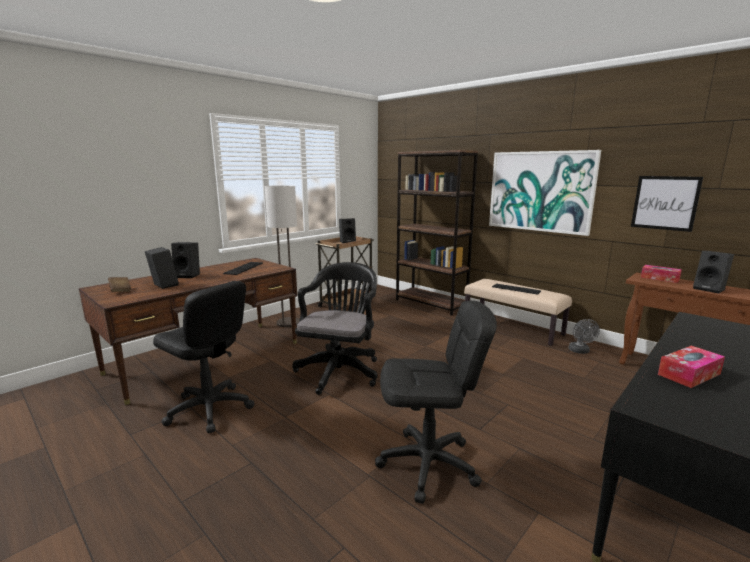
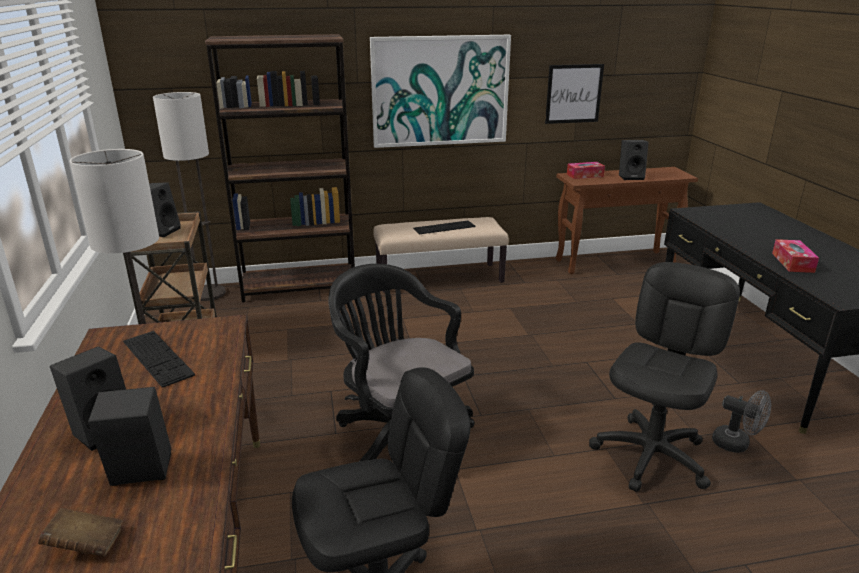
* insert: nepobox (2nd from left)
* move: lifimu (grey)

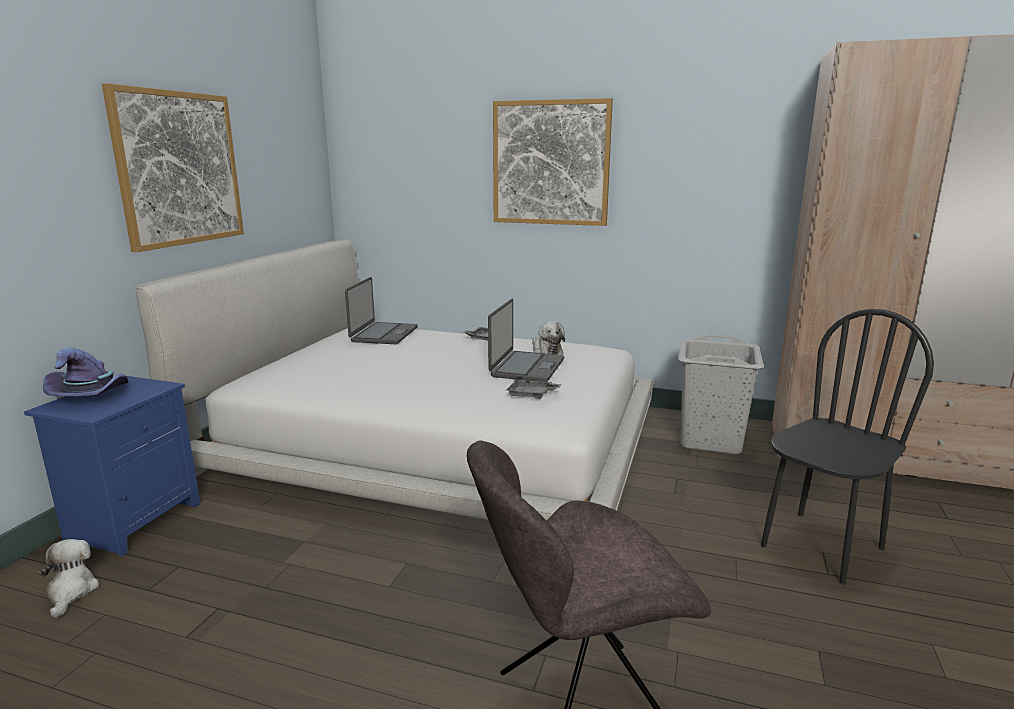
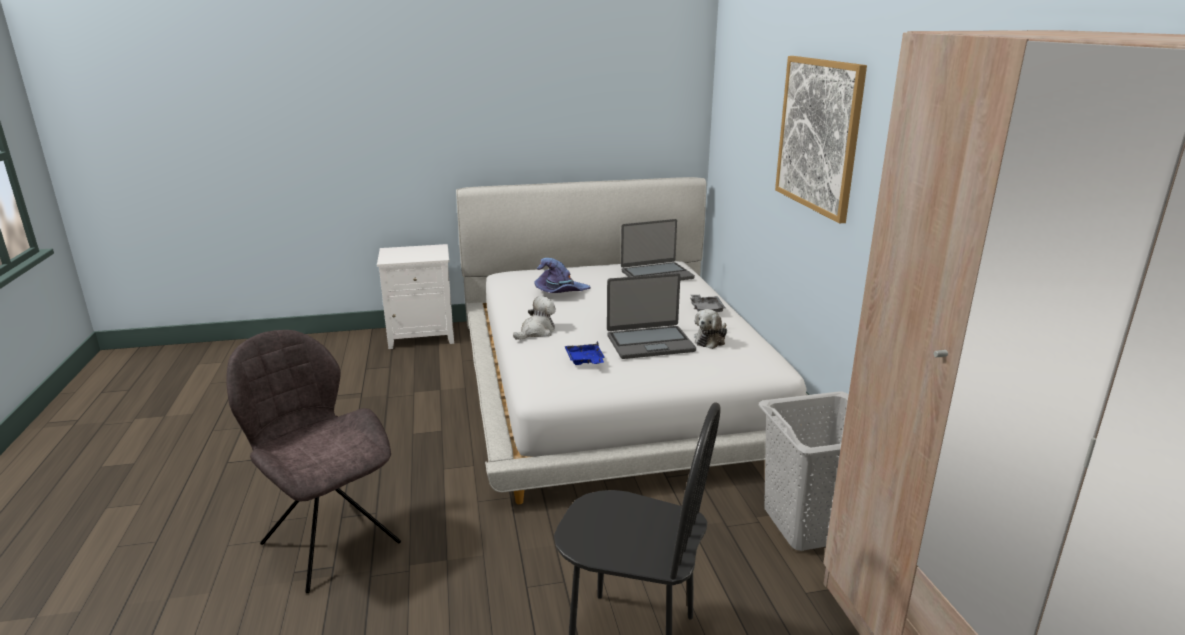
* recolor: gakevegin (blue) to gakevegin (white)
* move: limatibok (1st from left)
* move: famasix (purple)
* recolor: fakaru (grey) (2nd from left) to fakaru (blue)
* delete: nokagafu (1st from left)

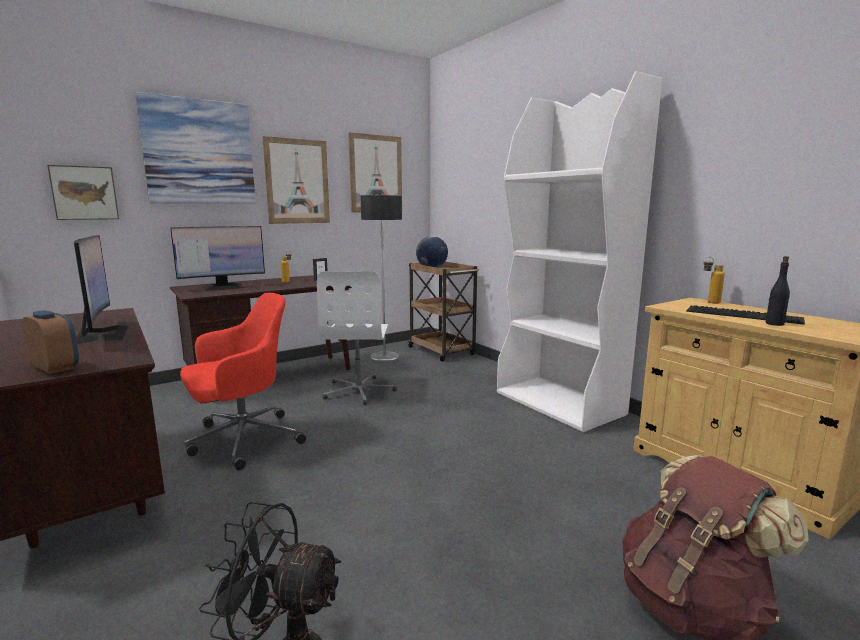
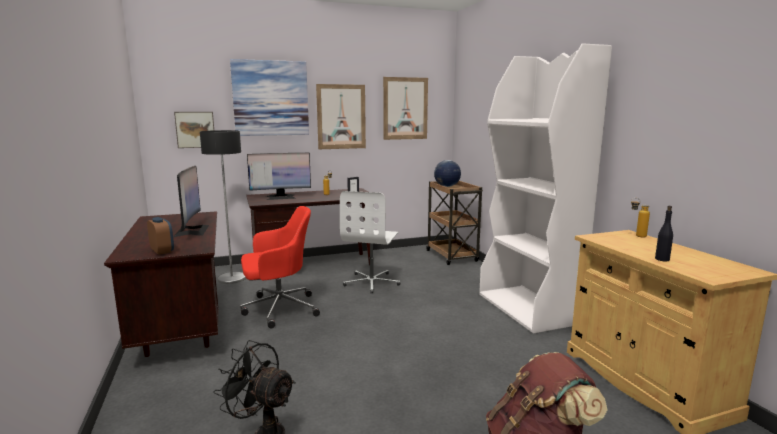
* move: nepobox
* delete: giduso

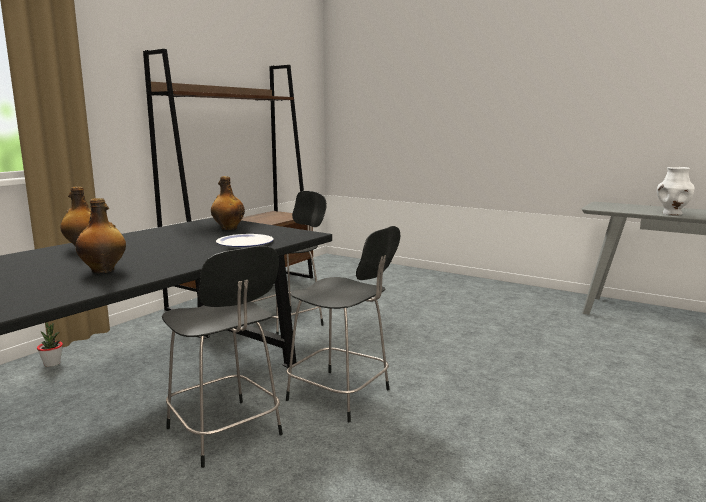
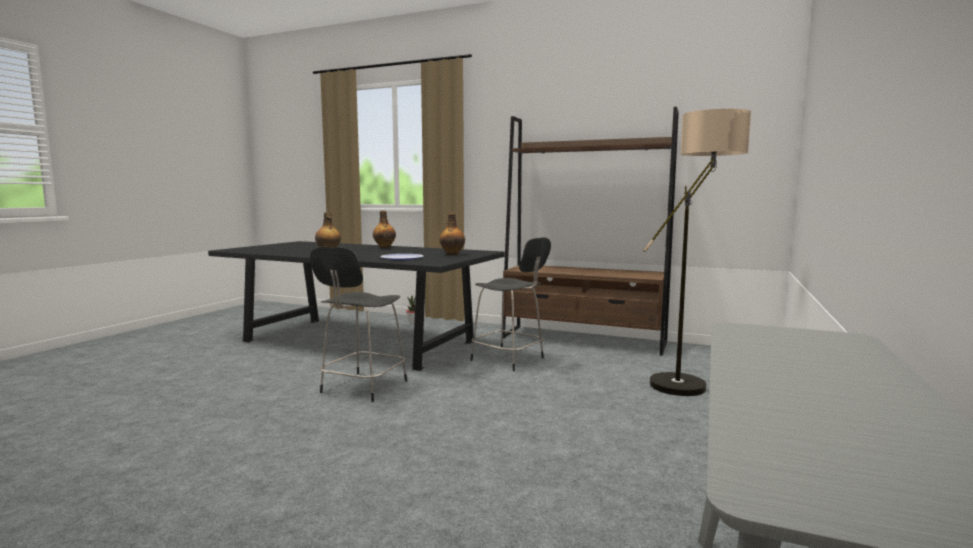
* insert: nepobox
* delete: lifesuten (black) (1st from left)
* delete: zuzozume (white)

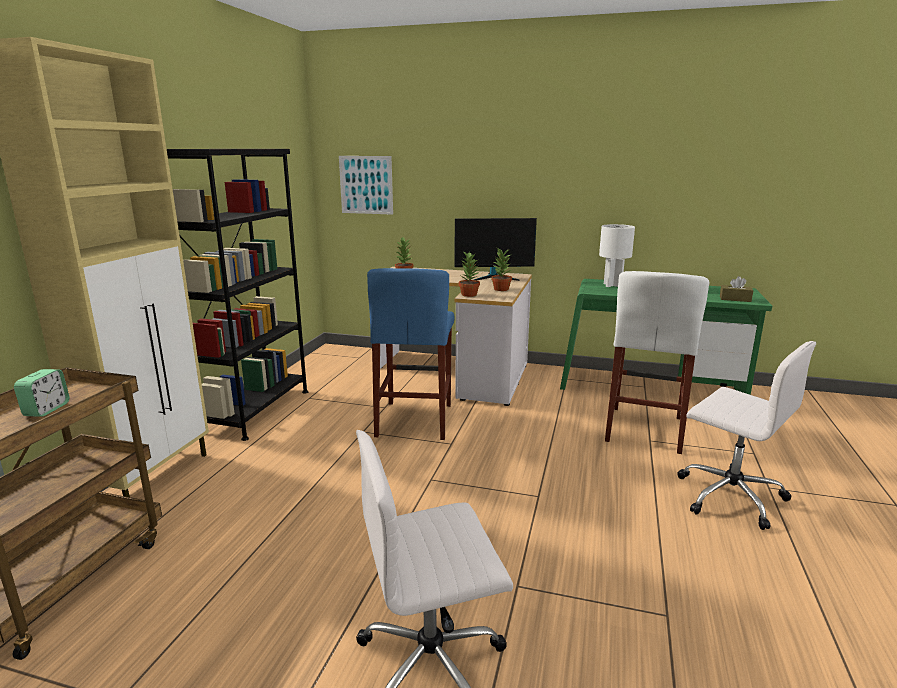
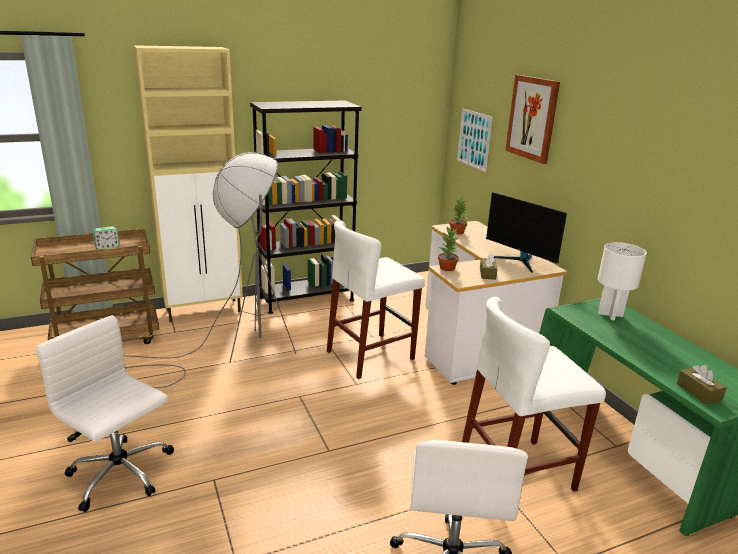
* insert: nepobox (grey)
* recolor: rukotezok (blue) to rukotezok (white) (1st from left)
* replace: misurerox (3rd from left) to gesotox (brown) (1st from left)
* insert: nokagafu (2nd from left)

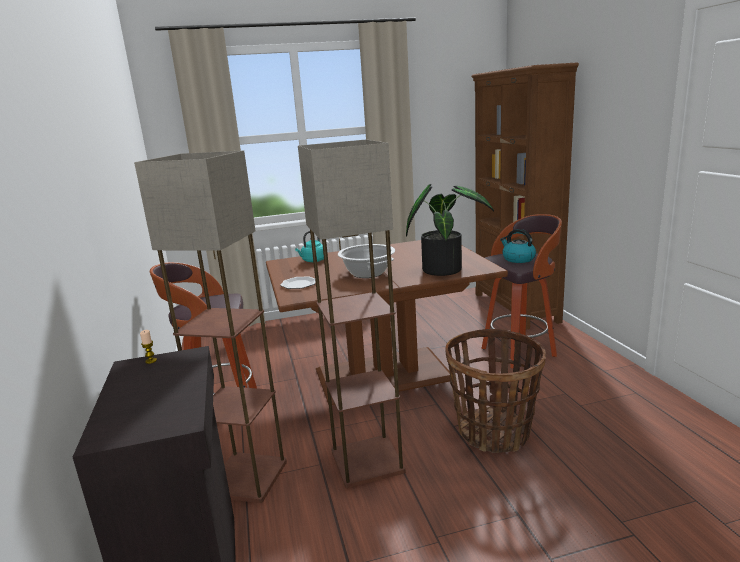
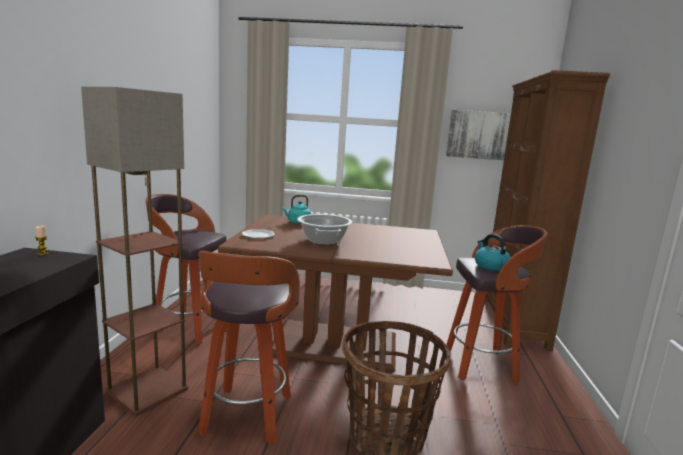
* replace: nepobox (2nd from left) to rukotezok (2nd from left)
* insert: nokagafu
* delete: misurerox

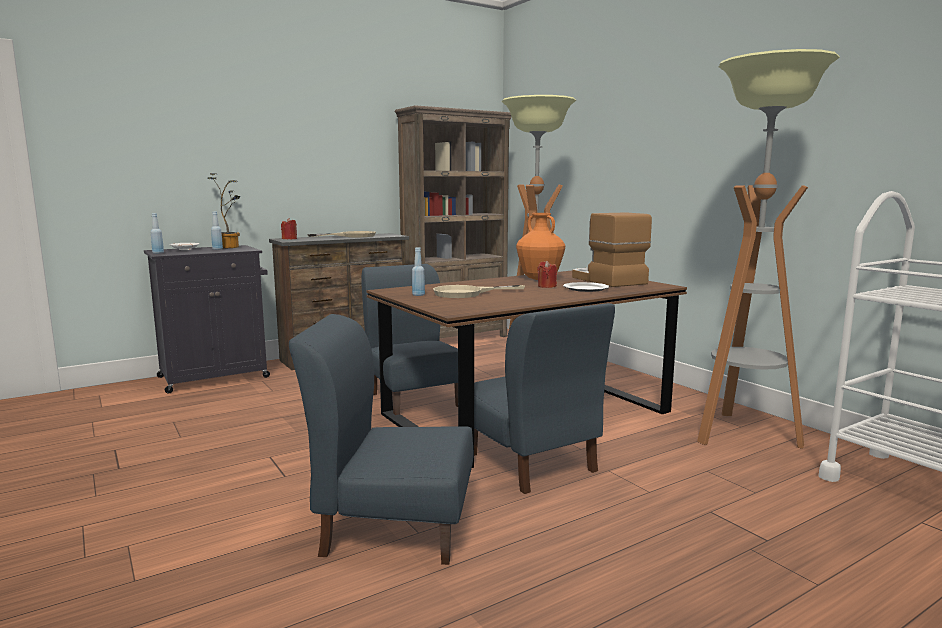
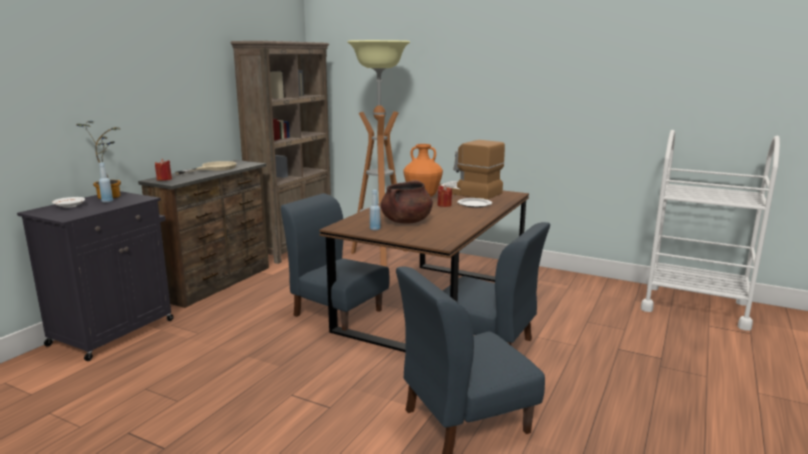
* replace: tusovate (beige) (2nd from left) to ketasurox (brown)
* delete: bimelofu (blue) (1st from left)
* delete: nepobox (2nd from left)

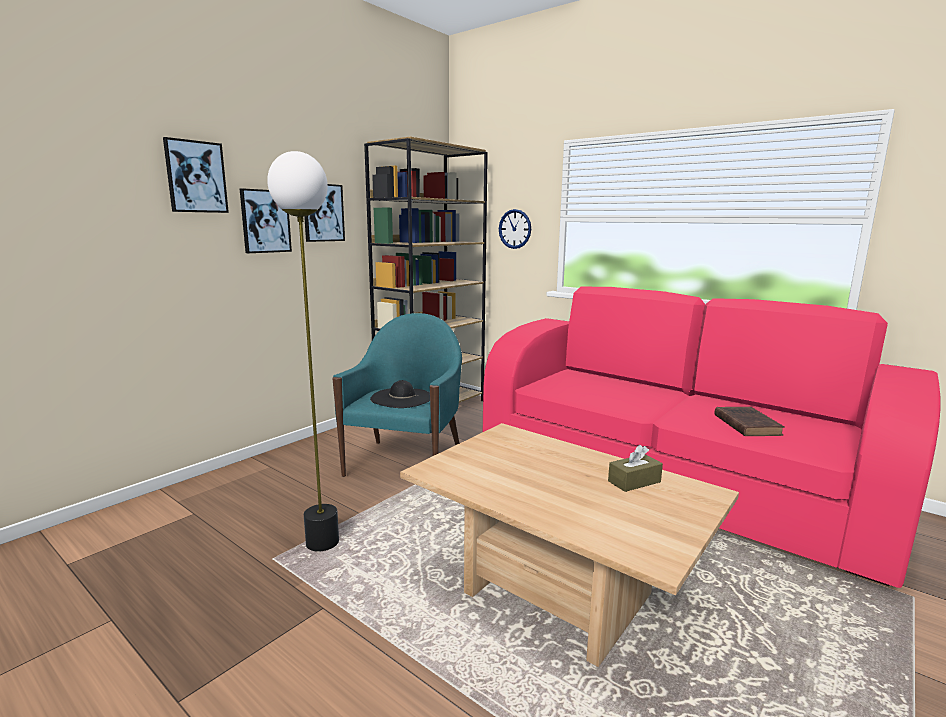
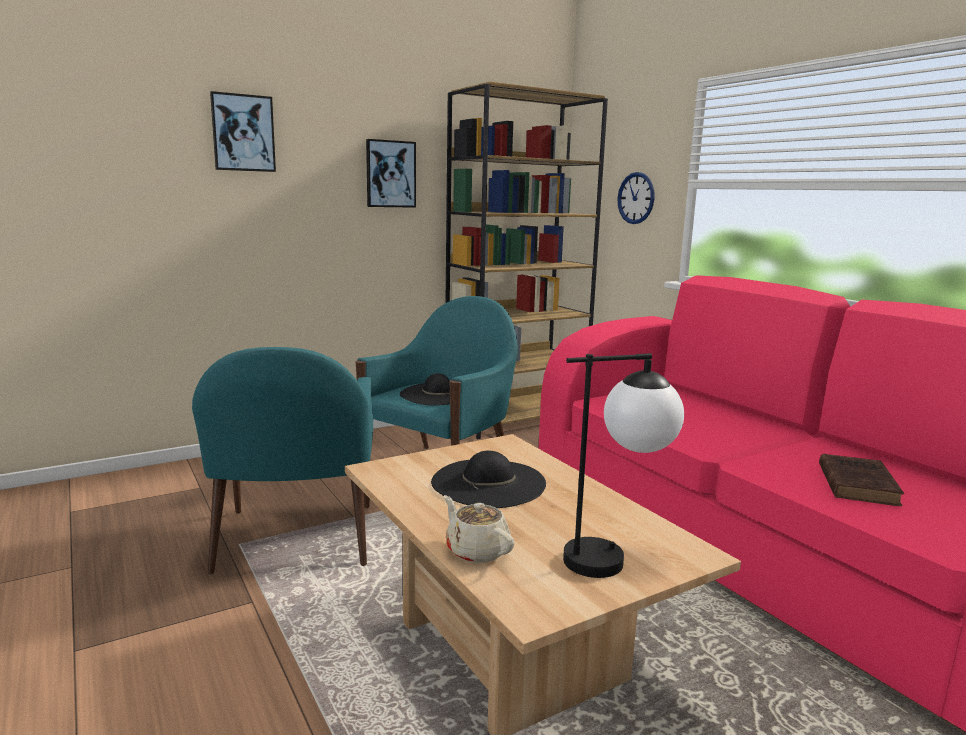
* replace: nepobox to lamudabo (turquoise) (1st from left)
* insert: famasix (black) (2nd from left)
* insert: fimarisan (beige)
* insert: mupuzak
* delete: nokagafu (2nd from left)
* delete: gesotox (brown)

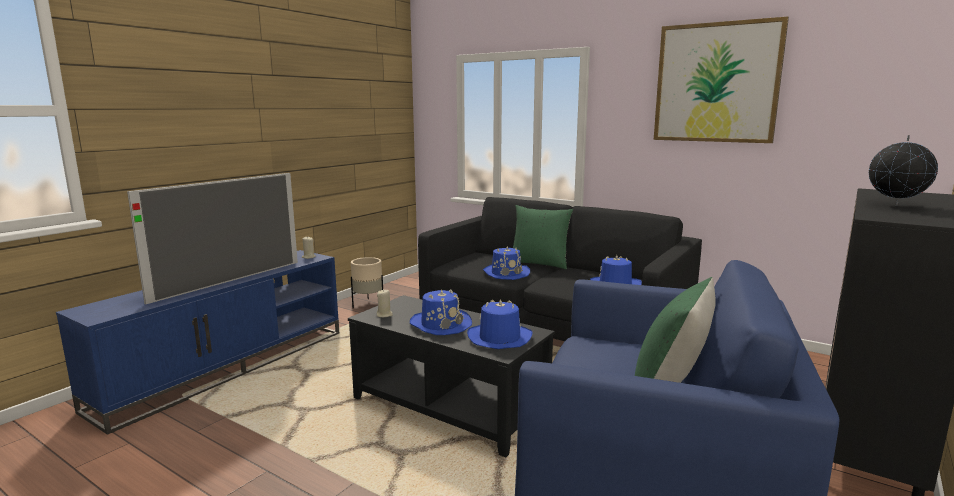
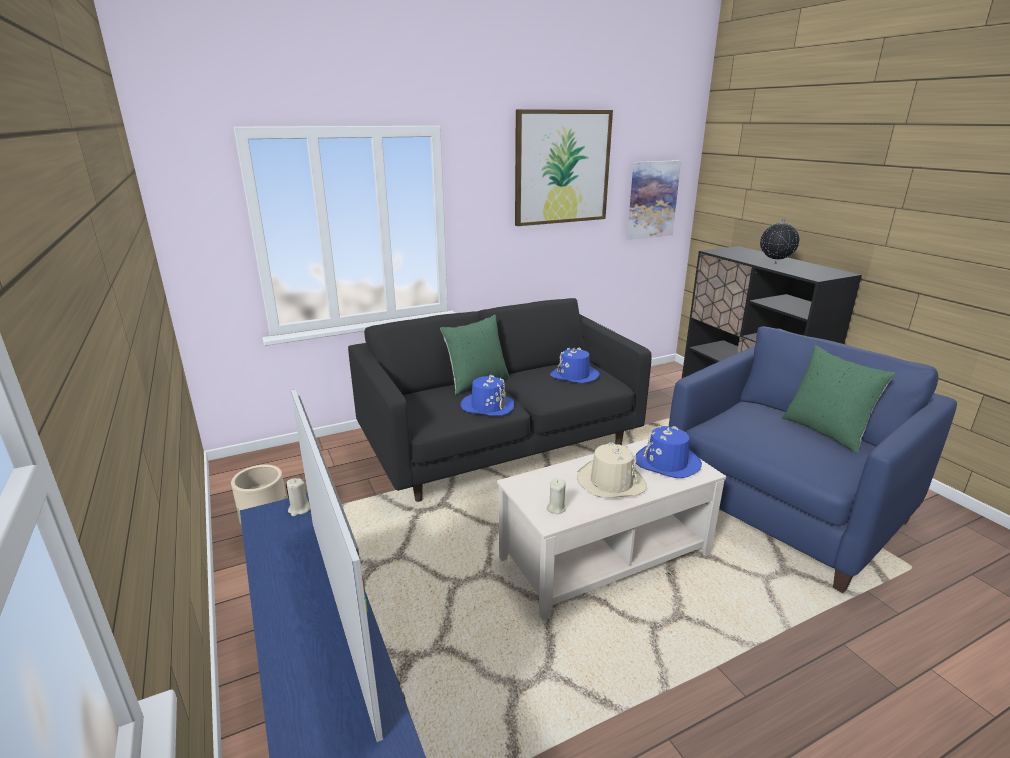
* recolor: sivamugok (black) to sivamugok (beige)
* recolor: famasix (blue) (1st from left) to famasix (beige)
* insert: nokagafu (2nd from left)

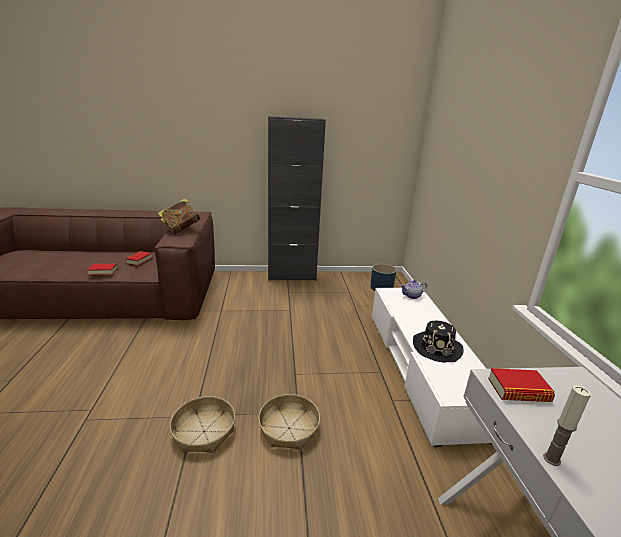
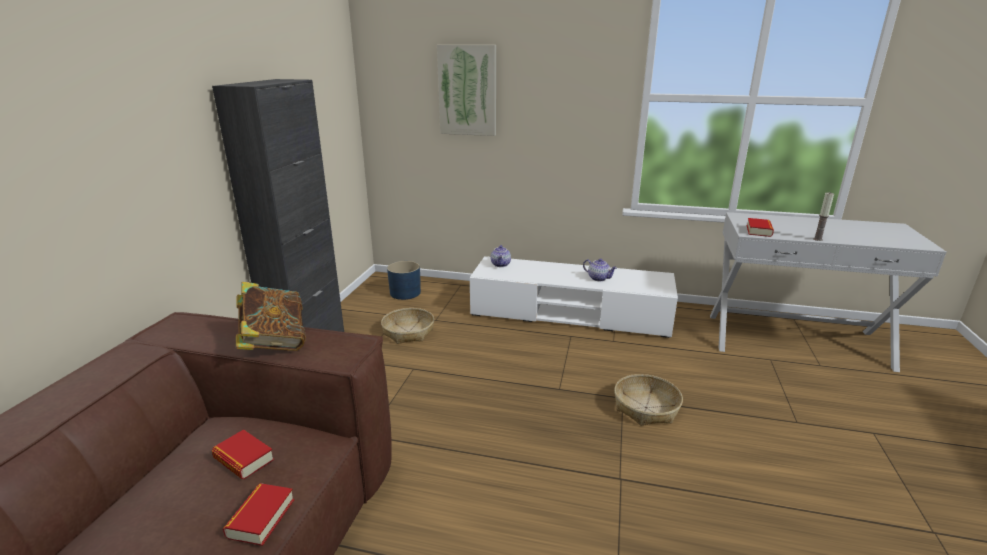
* move: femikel (1st from left)
* insert: nokagafu
* replace: famasix (black) to fimarisan (2nd from left)

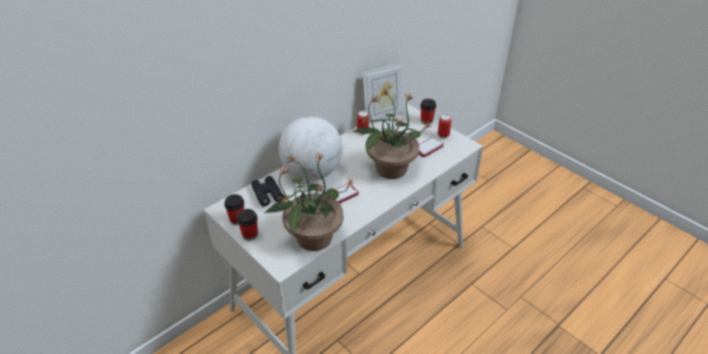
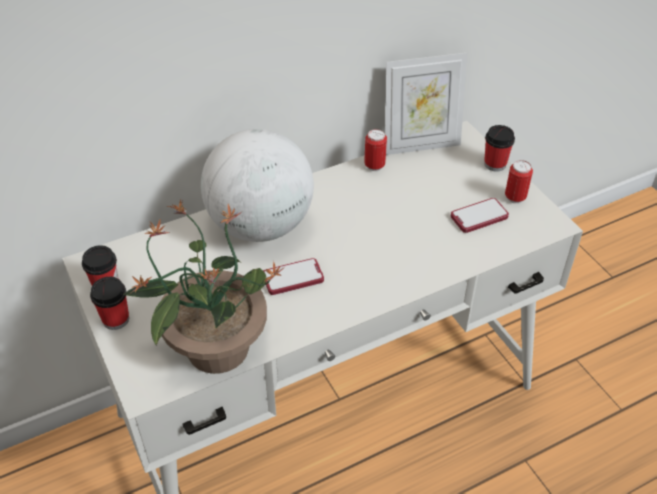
* delete: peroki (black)
* delete: misurerox (2nd from left)

